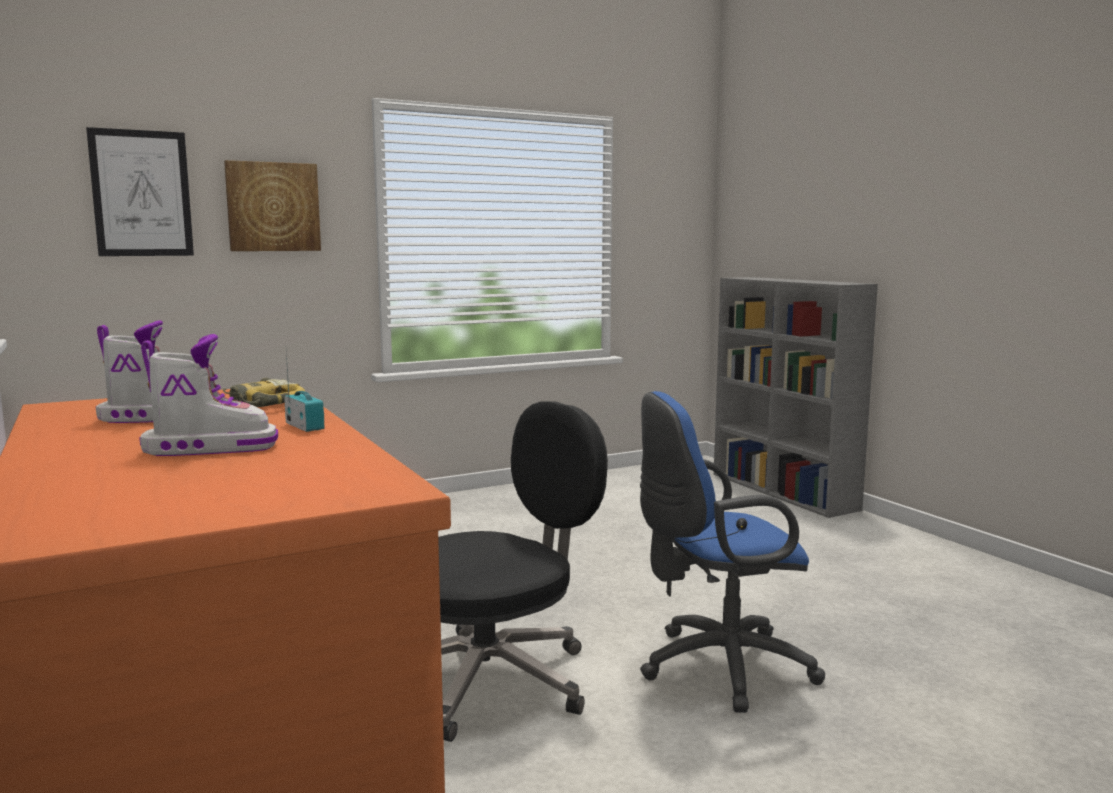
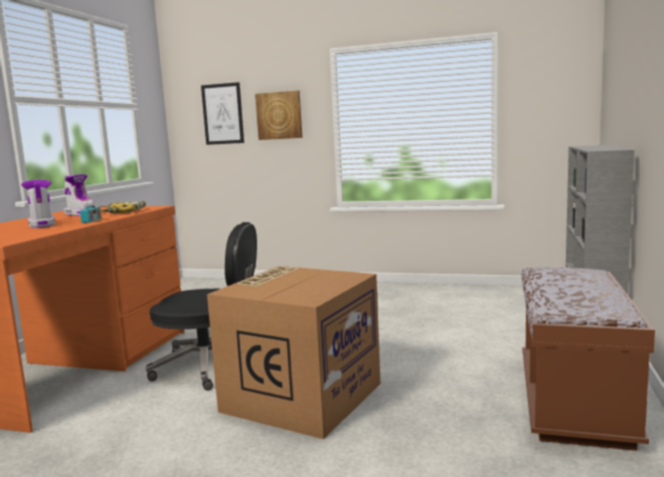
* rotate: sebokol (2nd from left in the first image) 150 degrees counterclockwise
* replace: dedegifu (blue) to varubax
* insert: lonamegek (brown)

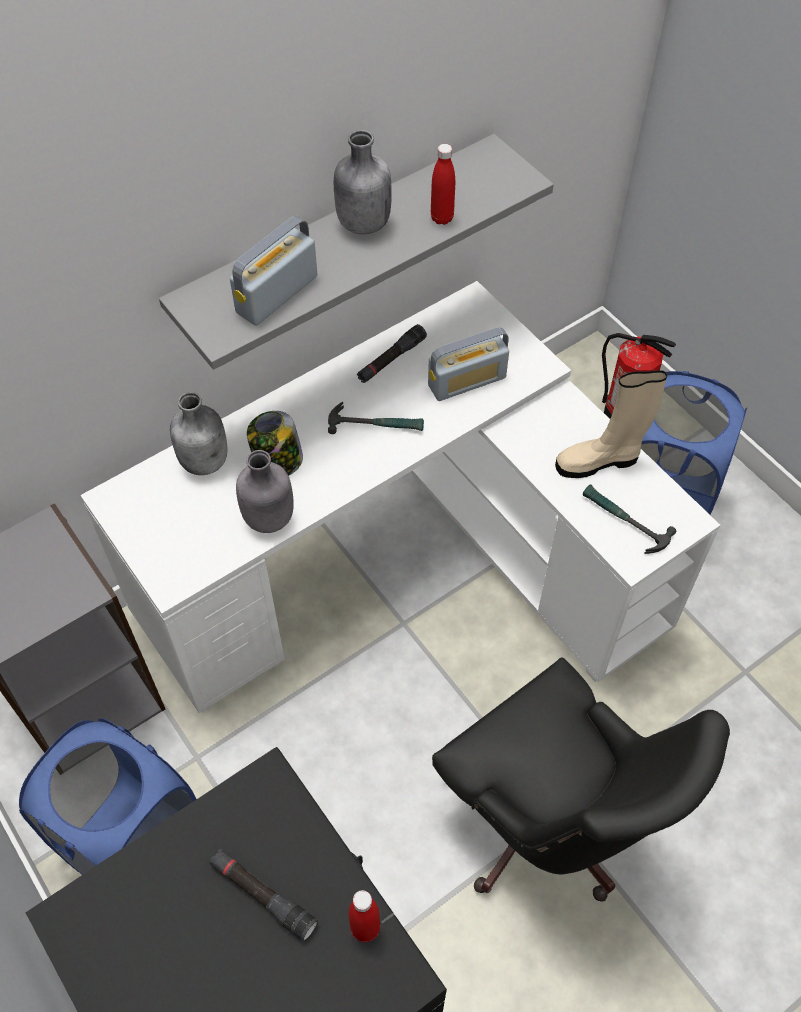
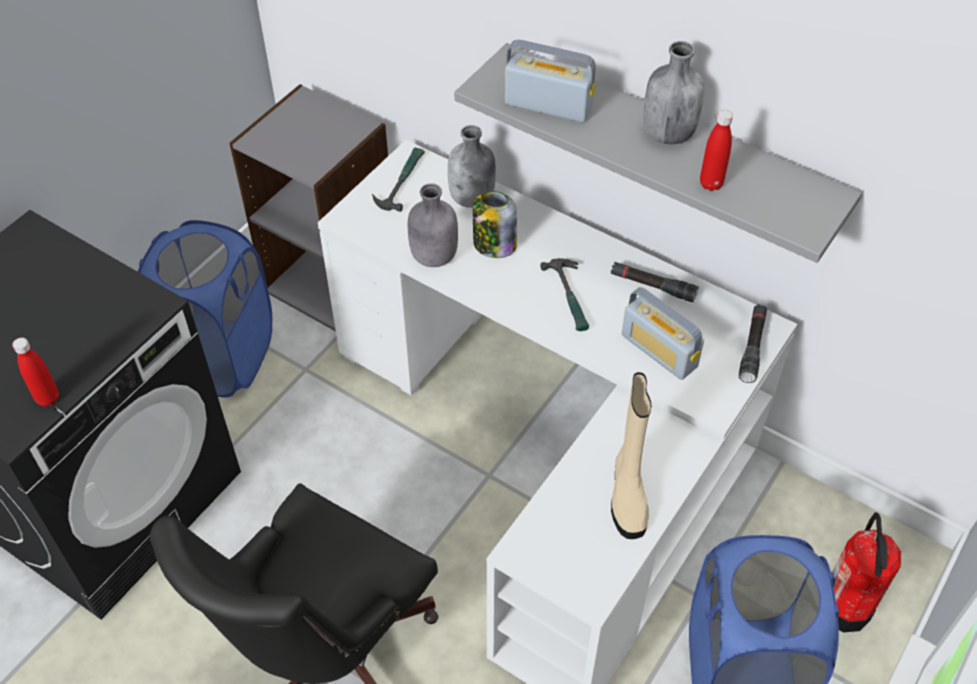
* move: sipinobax (2nd from left in the first image) to sipinobax (1st from left)
* rotate: sebokol (beige) 150 degrees counterclockwise
* move: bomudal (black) (1st from left in the first image) to bomudal (black) (2nd from left)

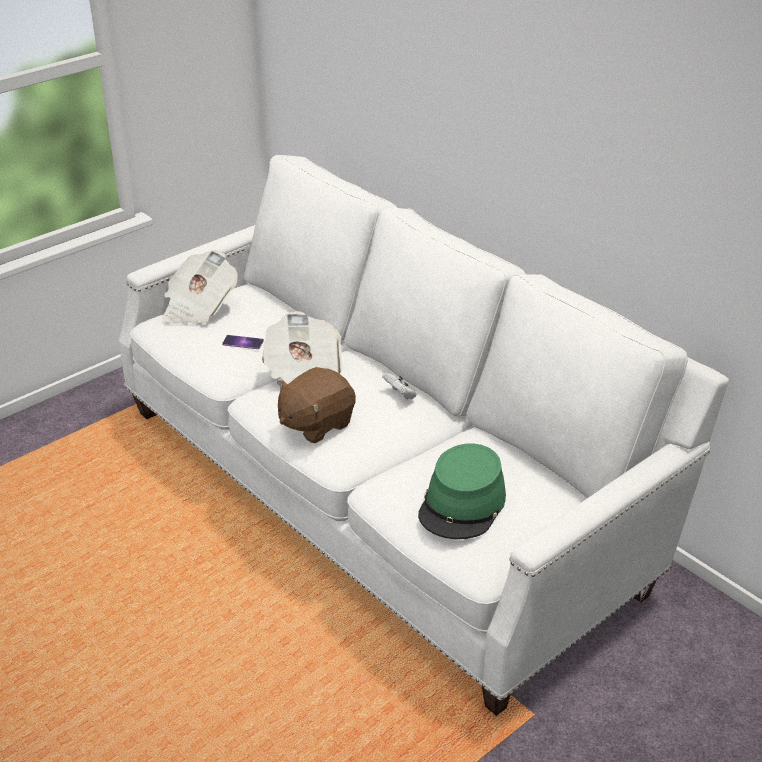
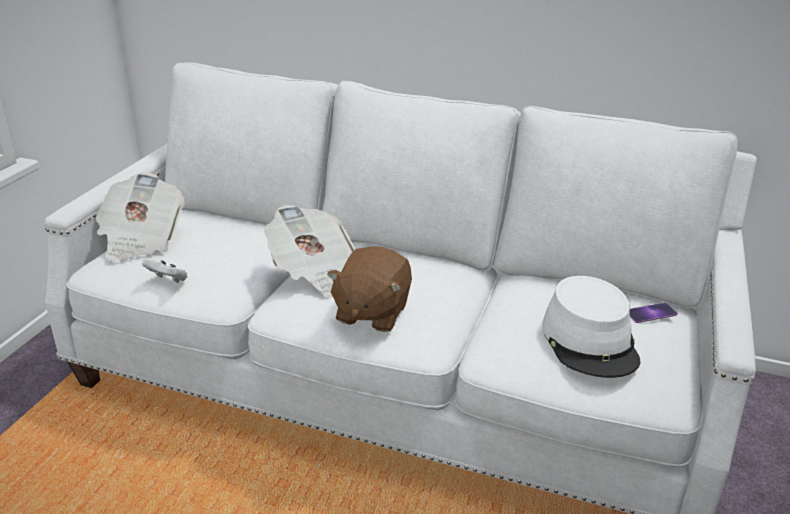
* move: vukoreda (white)
* recolor: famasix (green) to famasix (white)
* move: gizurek

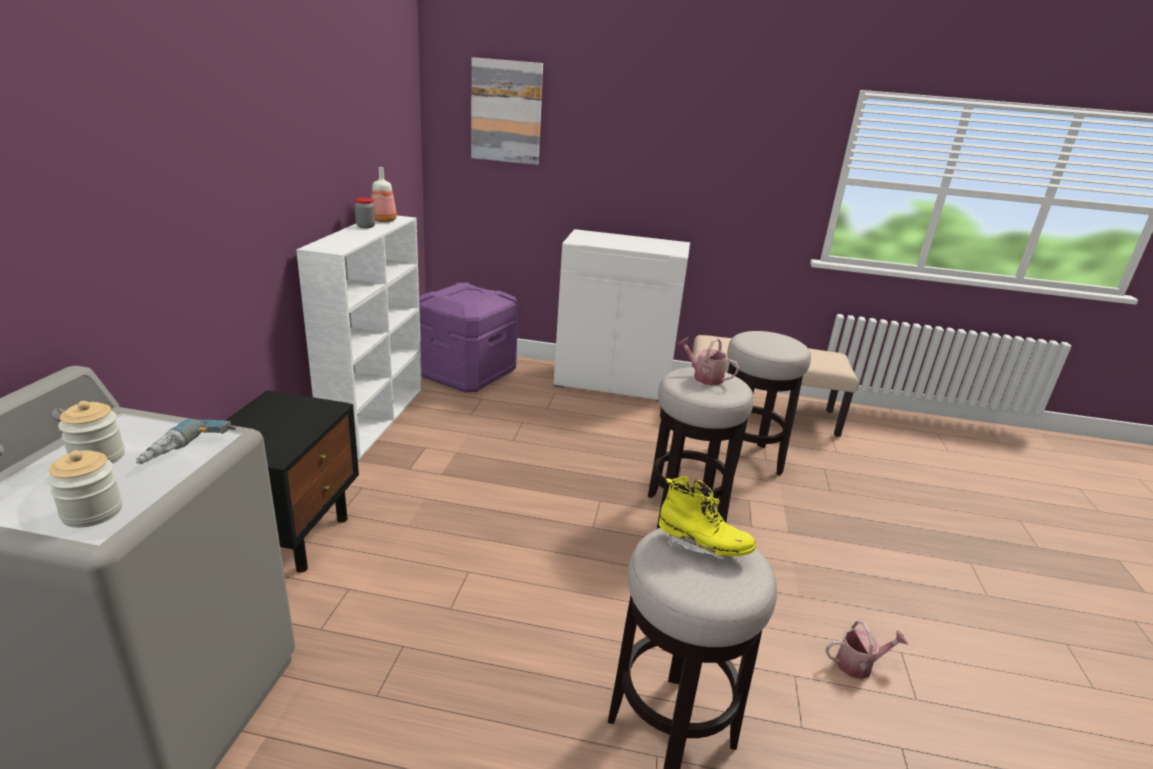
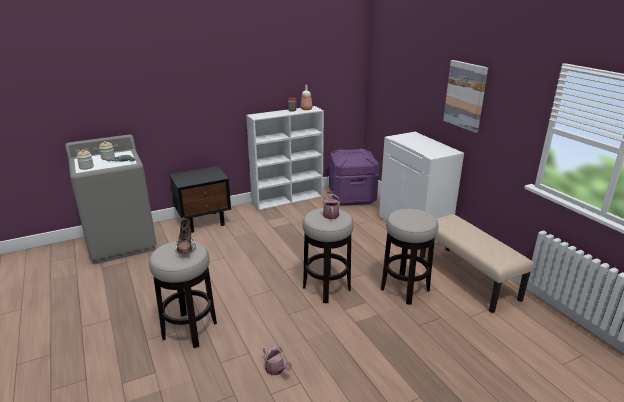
* recolor: sebokol (yellow) to sebokol (brown)
* move: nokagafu

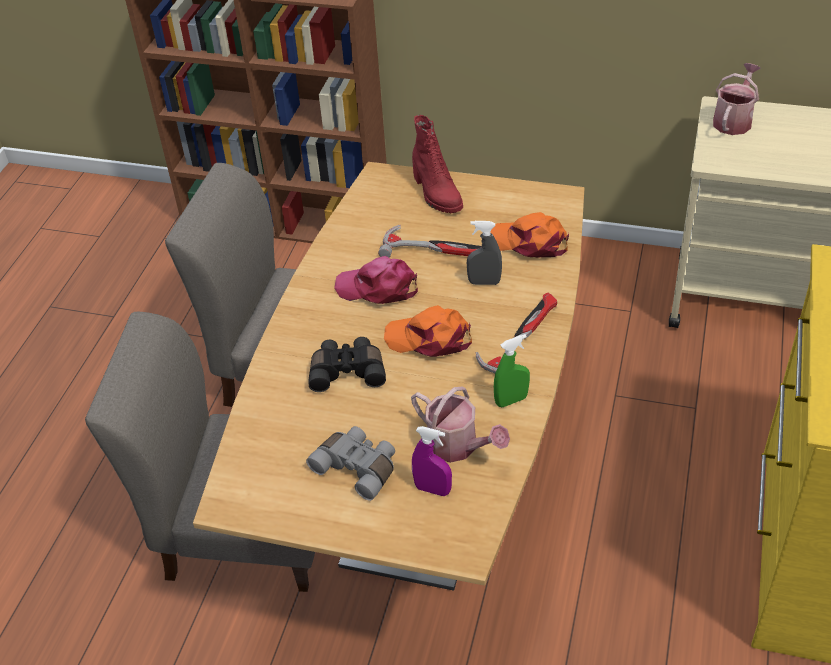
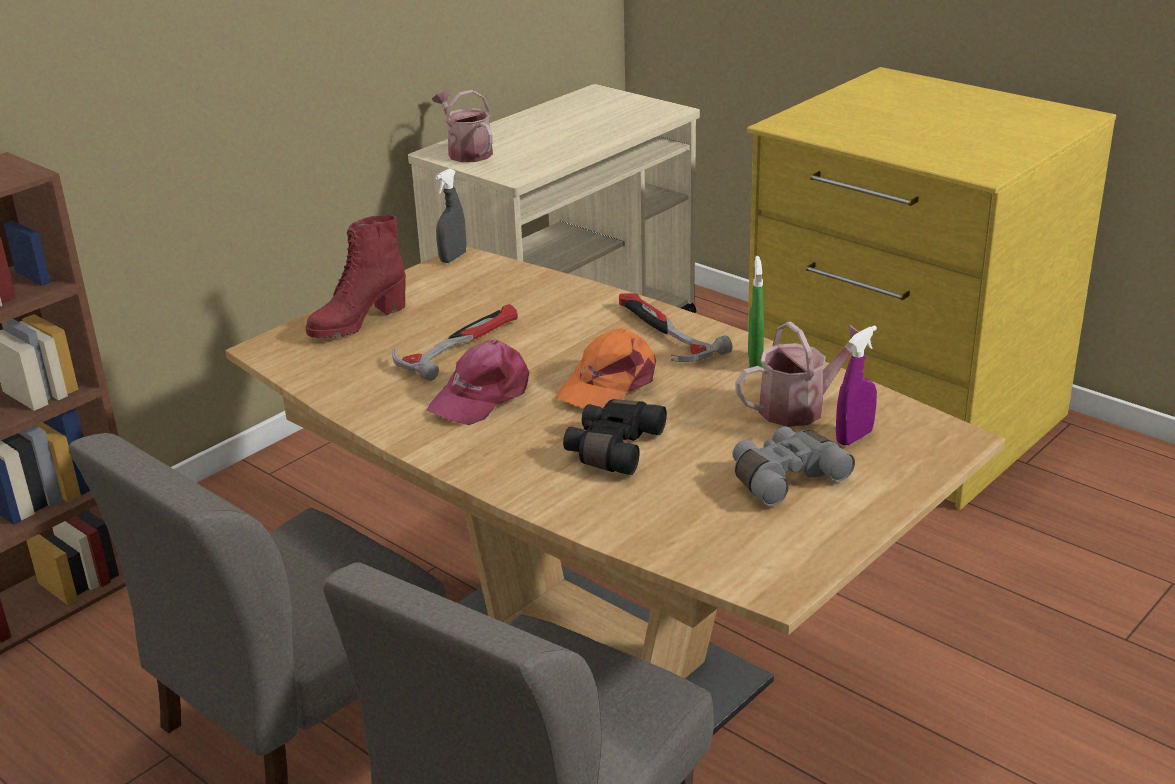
* rotate: sebokol (red) 135 degrees clockwise
* move: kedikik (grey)
* delete: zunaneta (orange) (2nd from left)

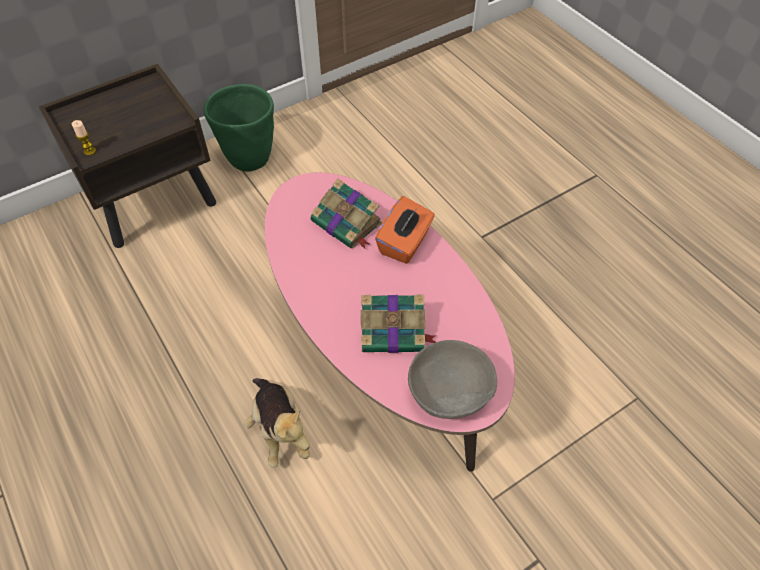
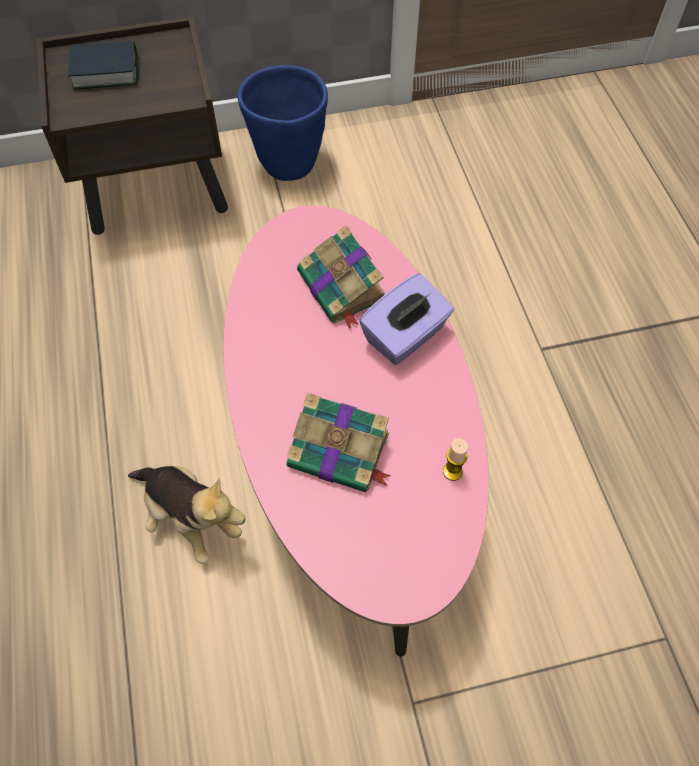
* insert: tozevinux (1st from left)
* rotate: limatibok 45 degrees counterclockwise
* recolor: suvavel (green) to suvavel (blue)
* recolor: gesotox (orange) to gesotox (purple)
* move: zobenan
* delete: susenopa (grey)

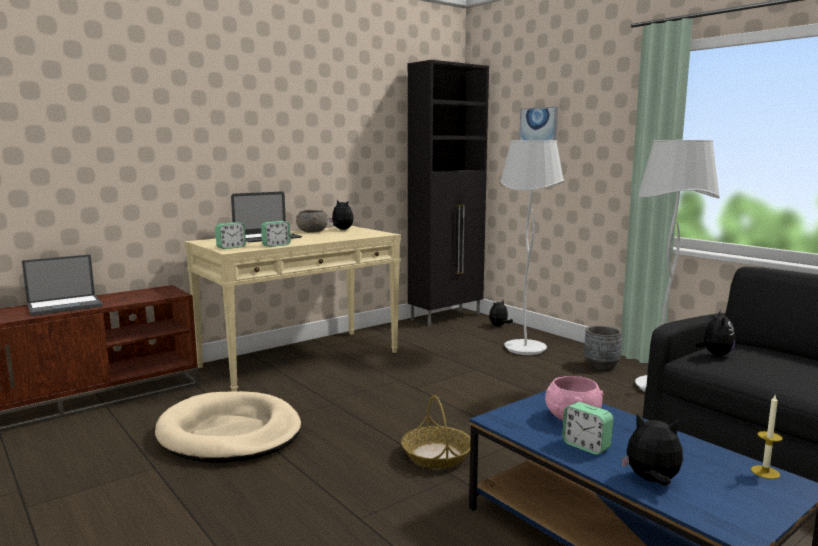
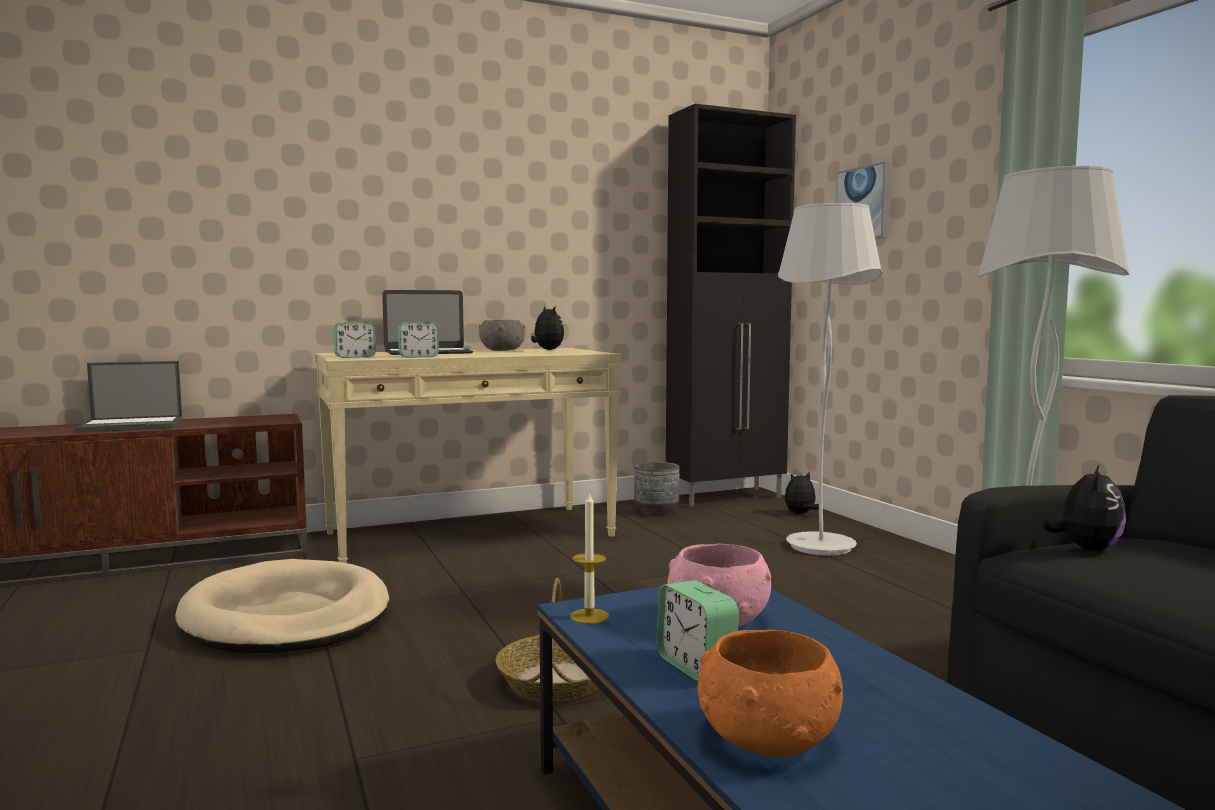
* move: zobenan
* move: suvavel (grey)
* replace: limatibok (3rd from left) to susenopa (orange)

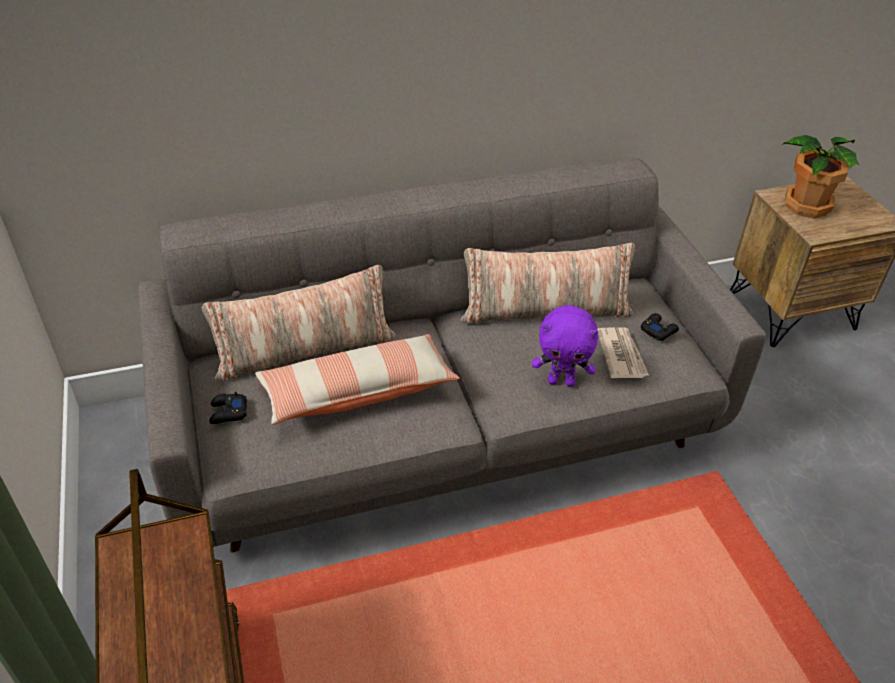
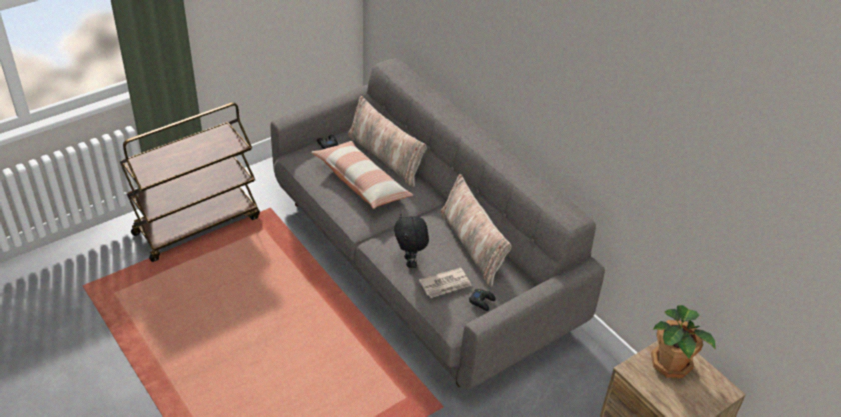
* recolor: limatibok (purple) to limatibok (black)

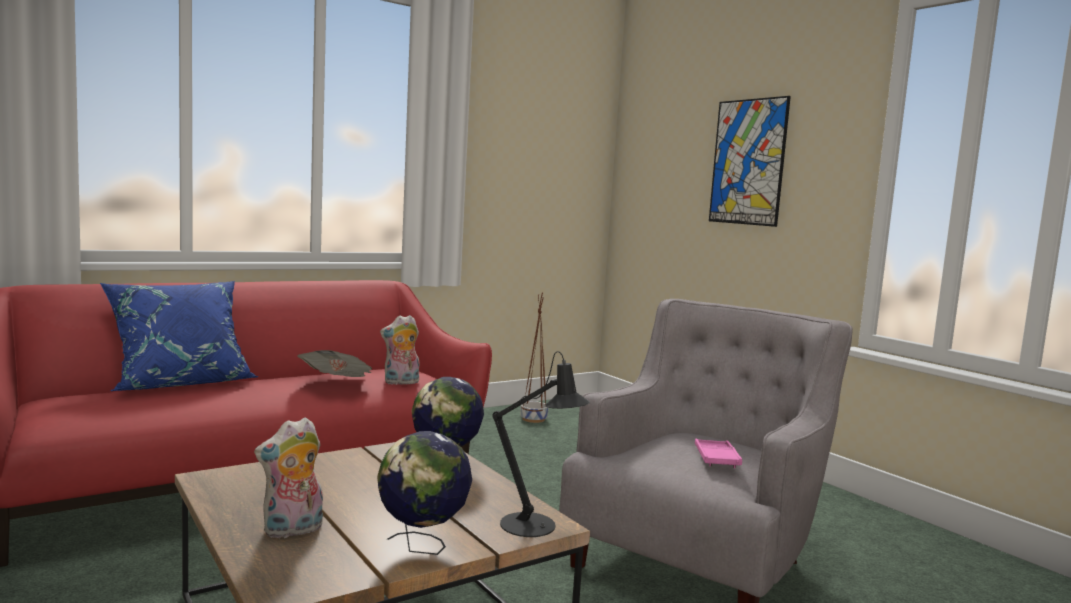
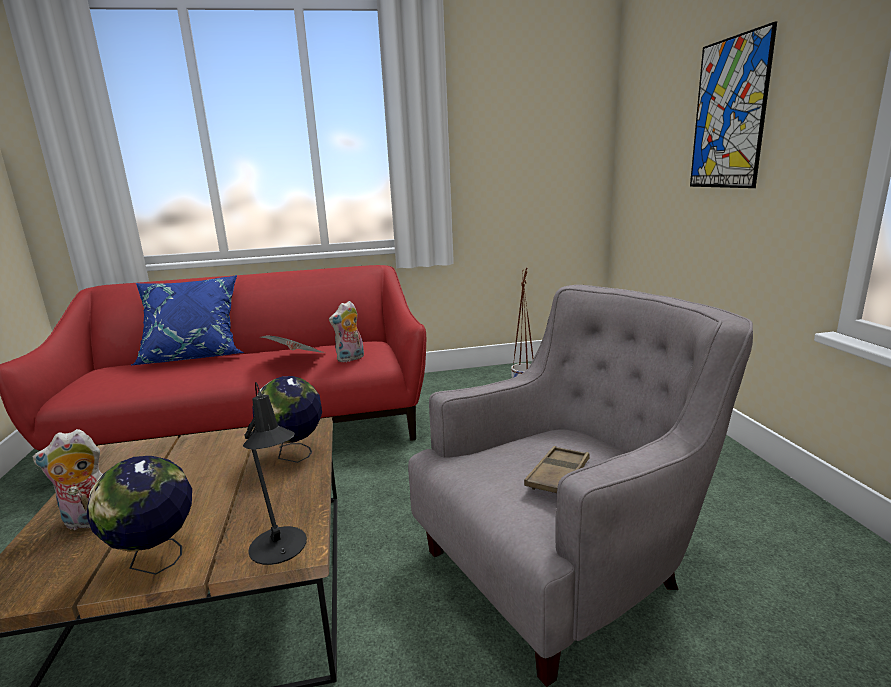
* rotate: limatibok (2nd from left) 45 degrees counterclockwise
* recolor: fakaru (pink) to fakaru (brown)

